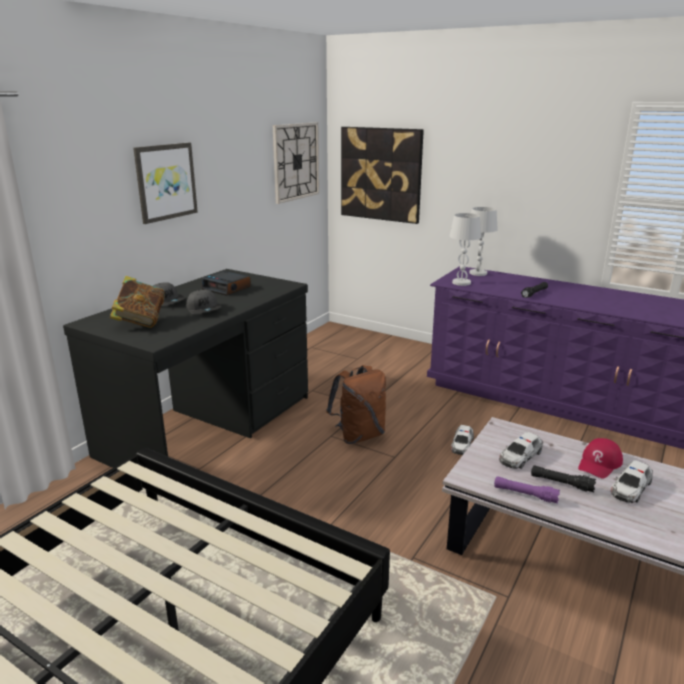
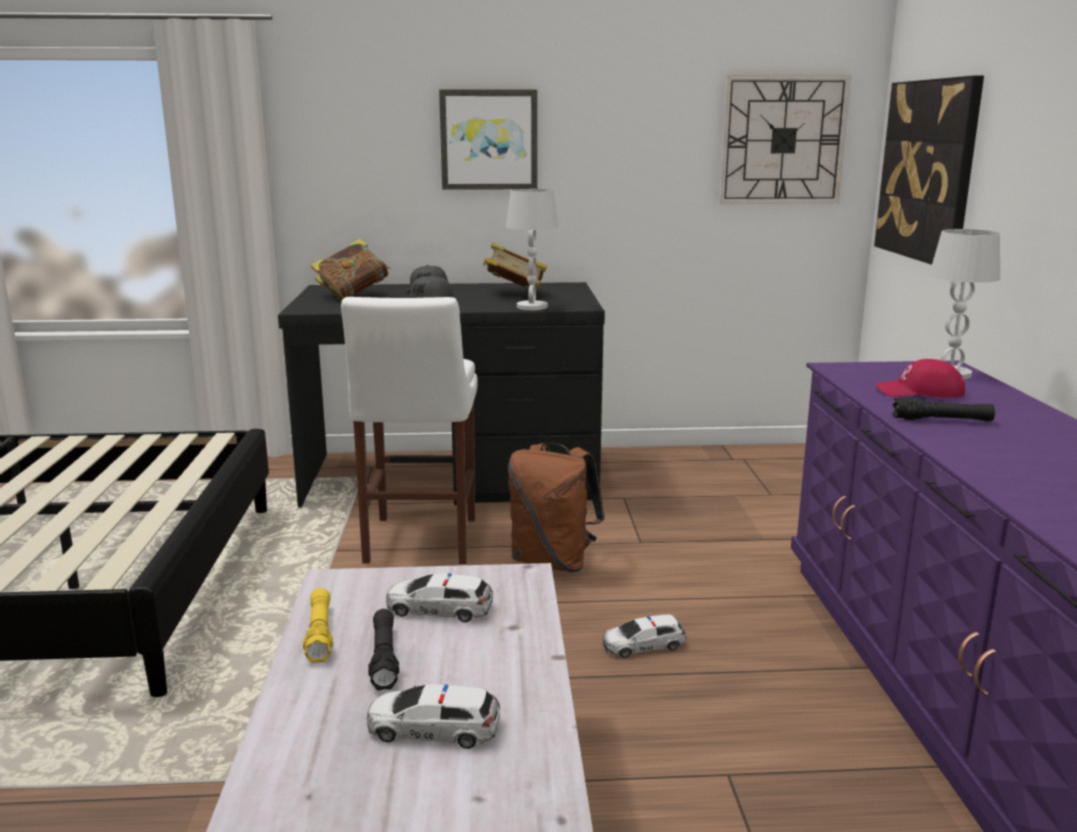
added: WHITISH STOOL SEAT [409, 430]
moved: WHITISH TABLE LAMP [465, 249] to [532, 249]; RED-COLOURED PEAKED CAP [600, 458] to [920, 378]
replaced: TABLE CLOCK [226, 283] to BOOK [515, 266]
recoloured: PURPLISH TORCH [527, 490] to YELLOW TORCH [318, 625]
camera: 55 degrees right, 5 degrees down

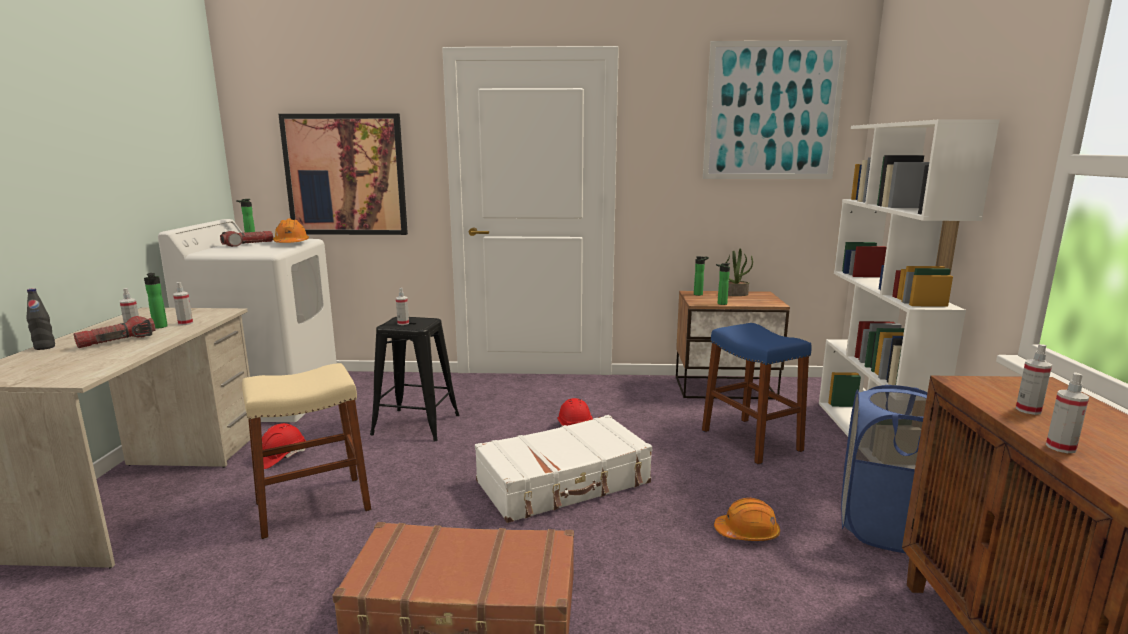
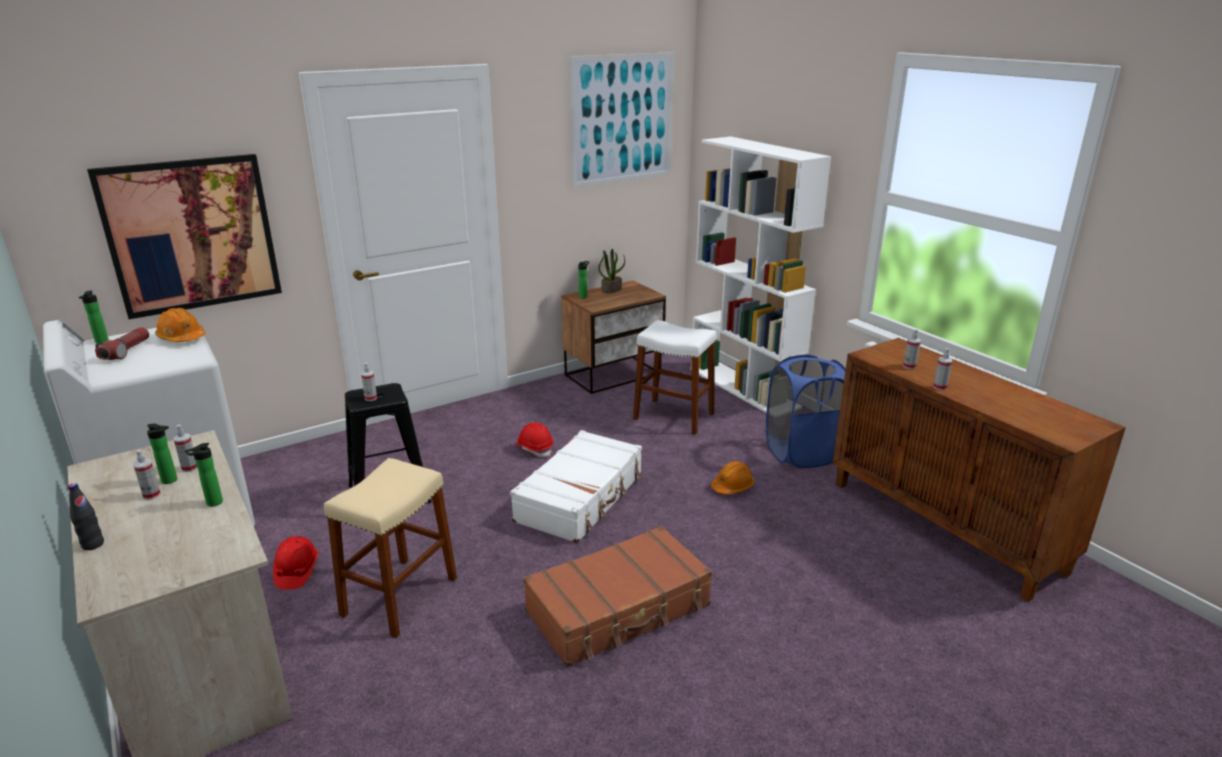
removed: TORCH [115, 332]
moved: BOTTLE [723, 284] to [204, 475]
recoloured: BLUISH STOOL SEAT [757, 393] to WHITISH STOOL SEAT [674, 377]
camera: 35 degrees left, 10 degrees up

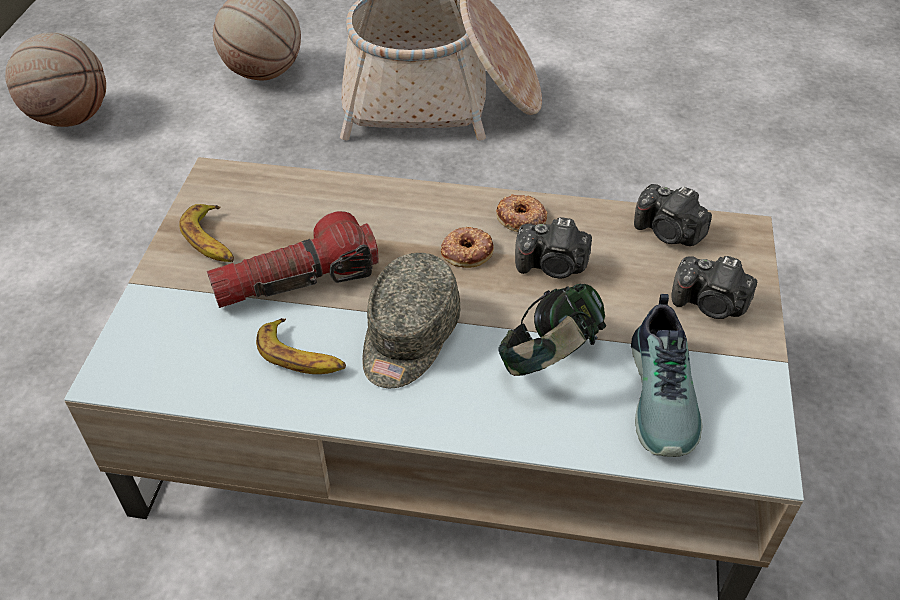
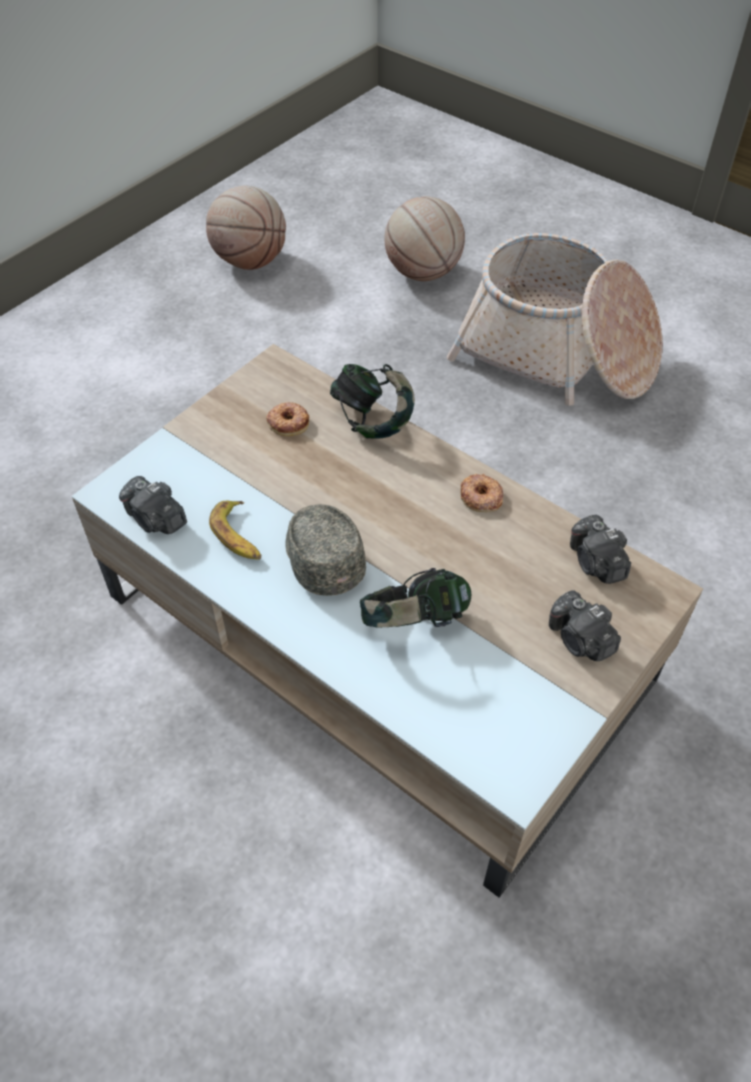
removed: WHOLE BANANA [206, 233]; TORCH [293, 259]; ITEM OF FOOTWEAR [667, 375]
added: HEADSET [372, 401]
moved: PHOTO CAMERA [553, 247] to [153, 505]; RING DOUGHNUT [467, 247] to [288, 419]
turned: GREY PEAKED CAP [411, 320] = [326, 550] 105 degrees clockwise
camera: 30 degrees right, 5 degrees up

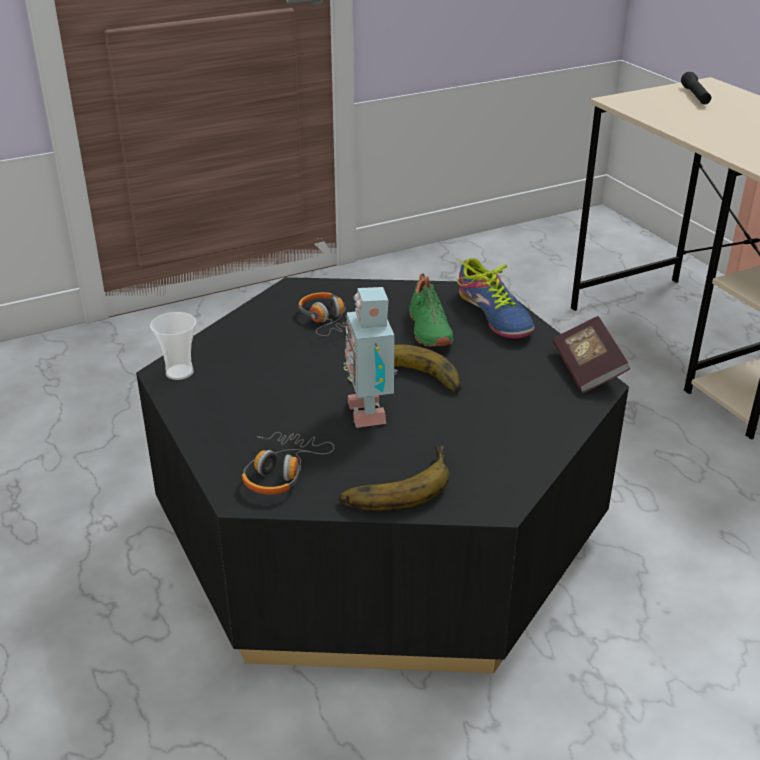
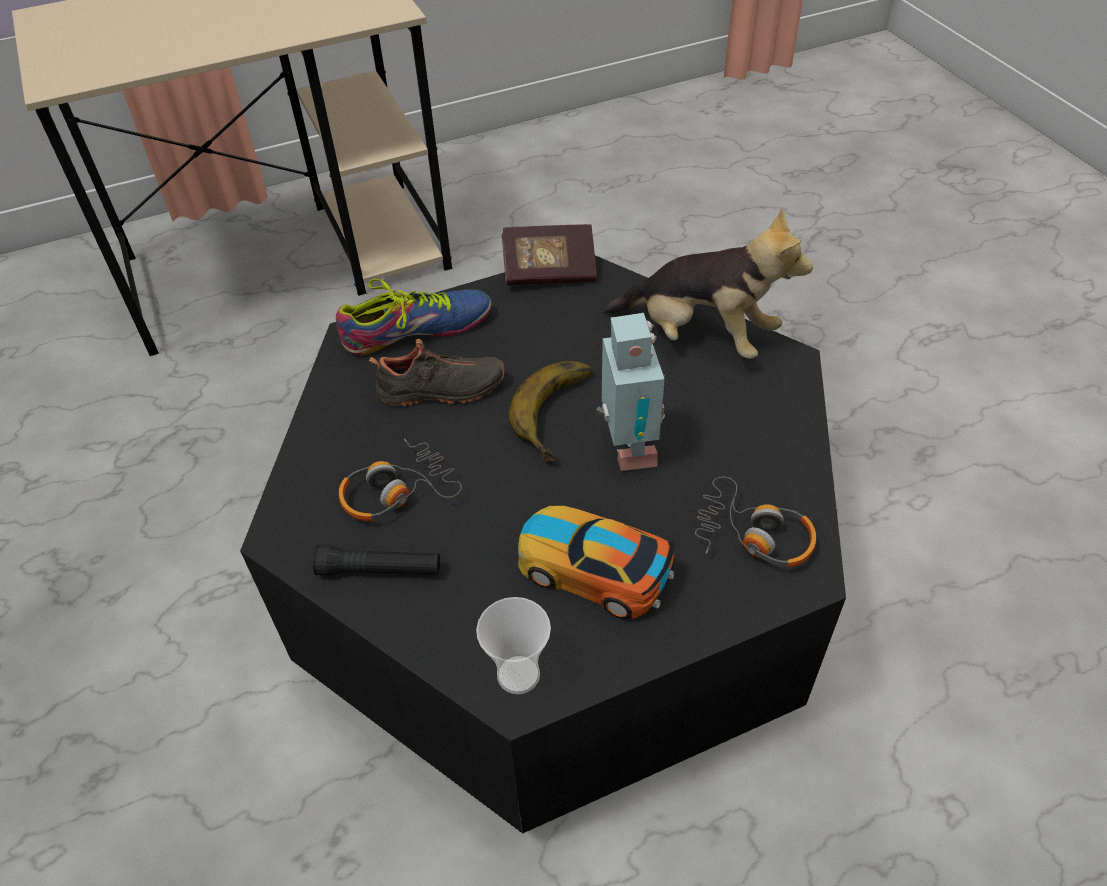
removed: WHOLE BANANA [394, 478]
added: SOFT TOY [708, 283]; MINIATURE CAR [596, 562]
moved: BLACK TORCH [696, 88] to [376, 560]
recoloured: GREENISH ITEM OF FOOTWEAR [431, 310] to BLACK ITEM OF FOOTWEAR [437, 372]
turned: ROBOT FIGURE [370, 357] = [630, 392] 90 degrees counterclockwise
camera: 85 degrees left, 15 degrees up

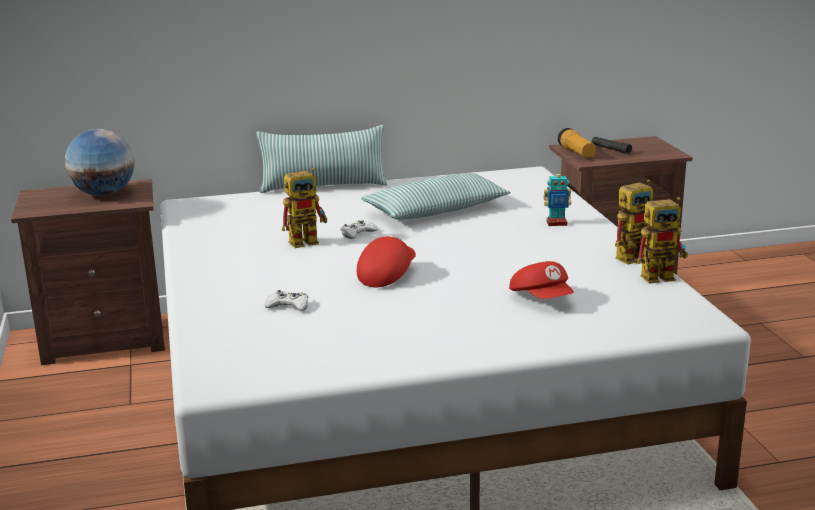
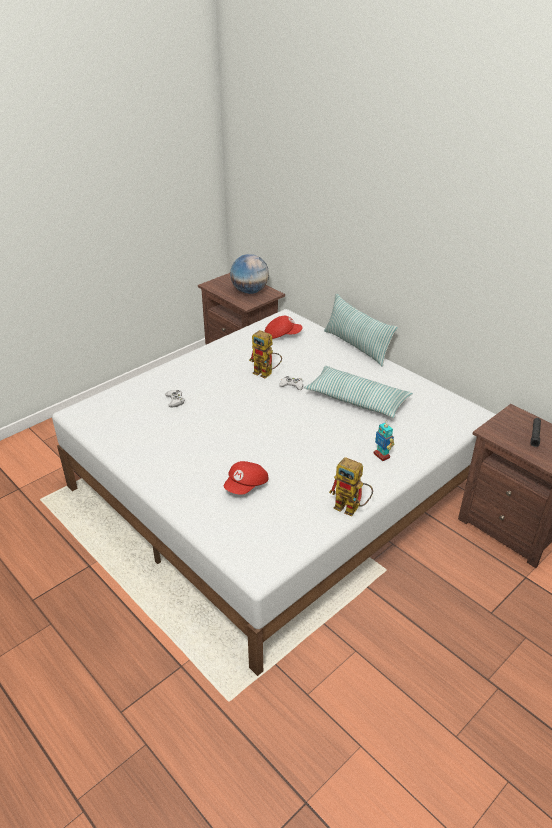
removed: TORCH [577, 143]; ROBOT FIGURE [662, 240]
moved: RED-COLOURED PEAKED CAP [386, 261] to [284, 327]
camera: 60 degrees right, 15 degrees up

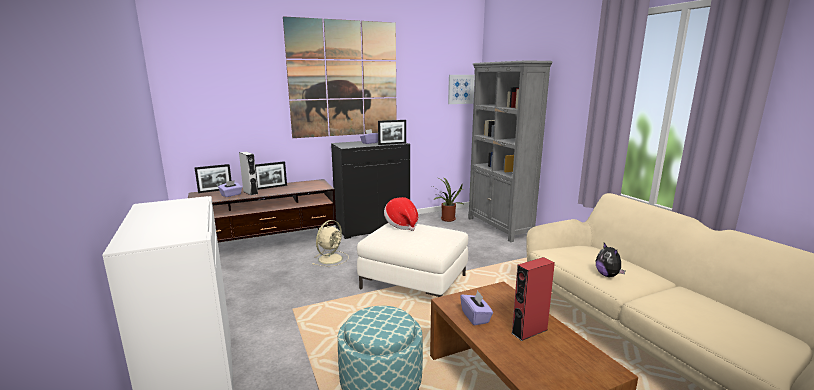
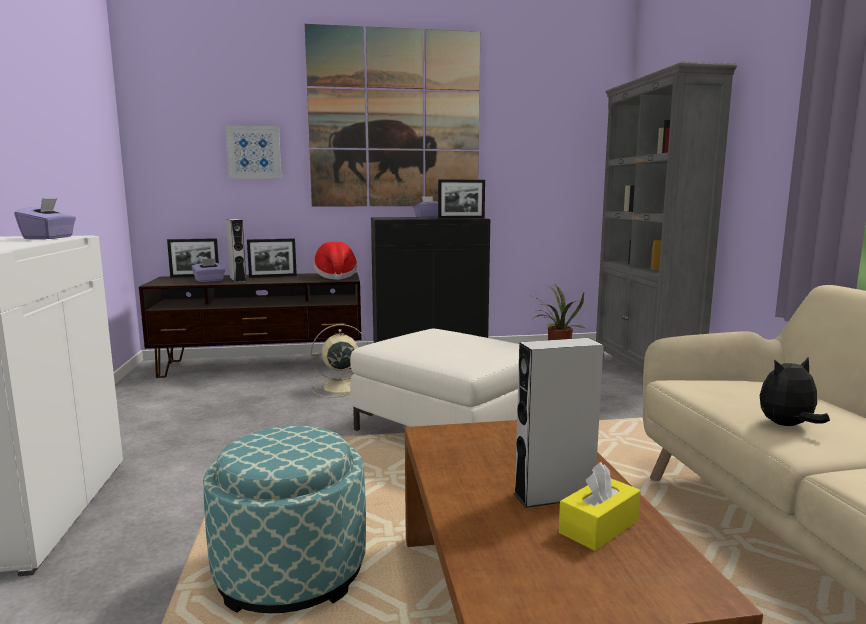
added: YELLOW BOX OF TISSUES [600, 506]
moved: WALL ART [461, 89] to [253, 152]; WEARABLE HAT [401, 214] to [335, 261]; PURPLISH BOX OF TISSUES [476, 308] to [45, 218]
recoloured: RED-COLOURED SPEAKER [533, 299] to GREY SPEAKER [558, 423]
turned: SAND-COLOURED COOLING FAN [331, 243] = [339, 361] 150 degrees counterclockwise; SOFT TOY [610, 260] = [795, 392] 75 degrees clockwise
camera: 15 degrees right, 5 degrees down

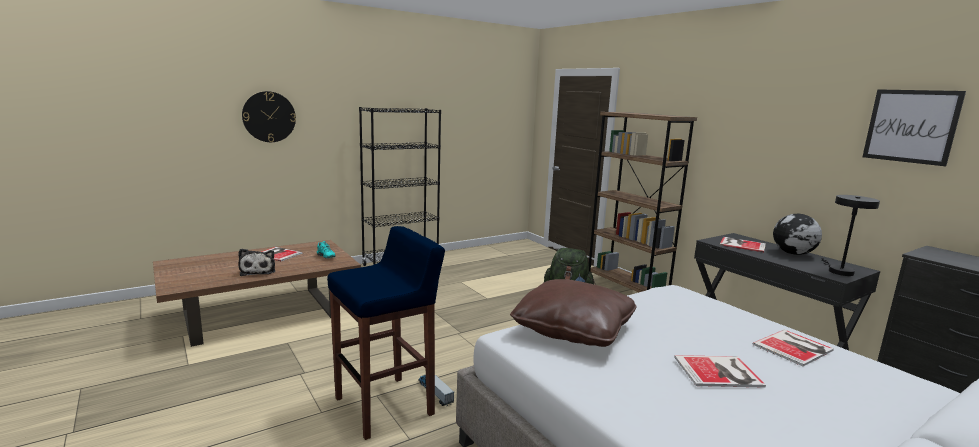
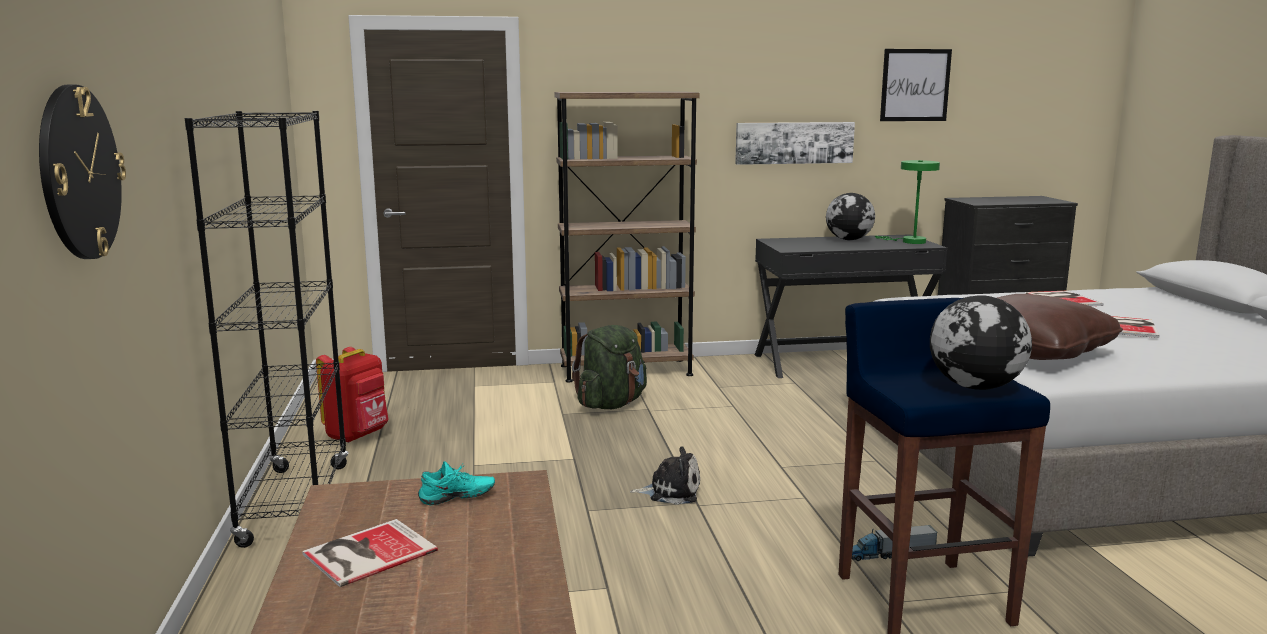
removed: BOOK [743, 244]
added: WALL ART [795, 143]; GLOBE [981, 342]; RED-COLOURED BACKPACK [352, 395]
moved: SOFT TOY [256, 262] to [665, 475]
recoloured: BLACK TABLE LAMP [850, 235] to GREENISH TABLE LAMP [907, 202]
camera: 65 degrees left, 0 degrees up

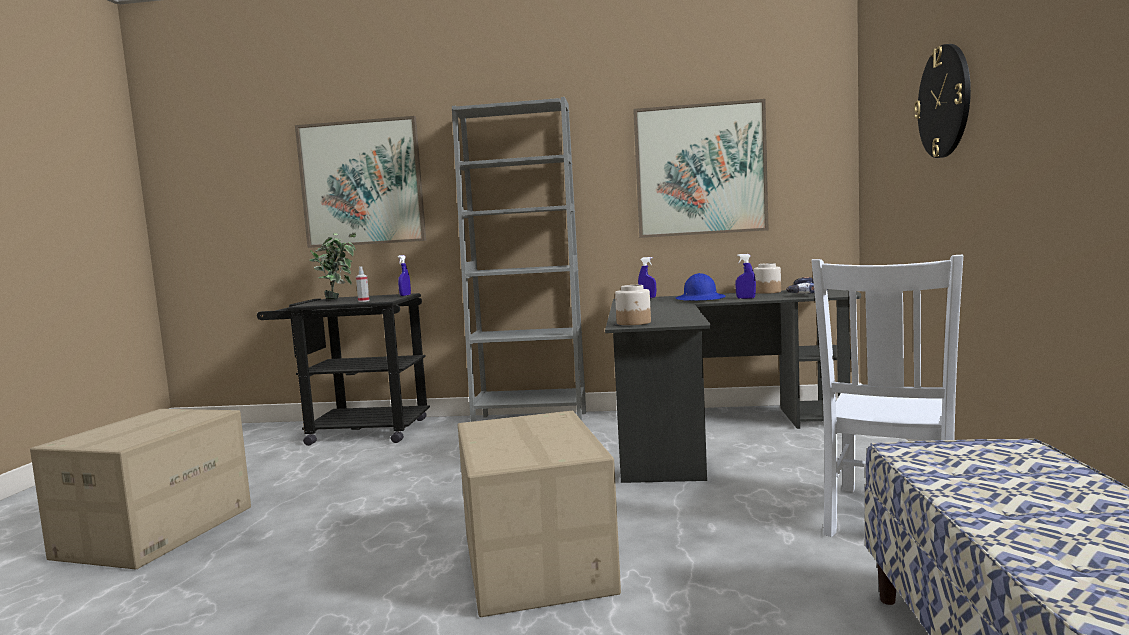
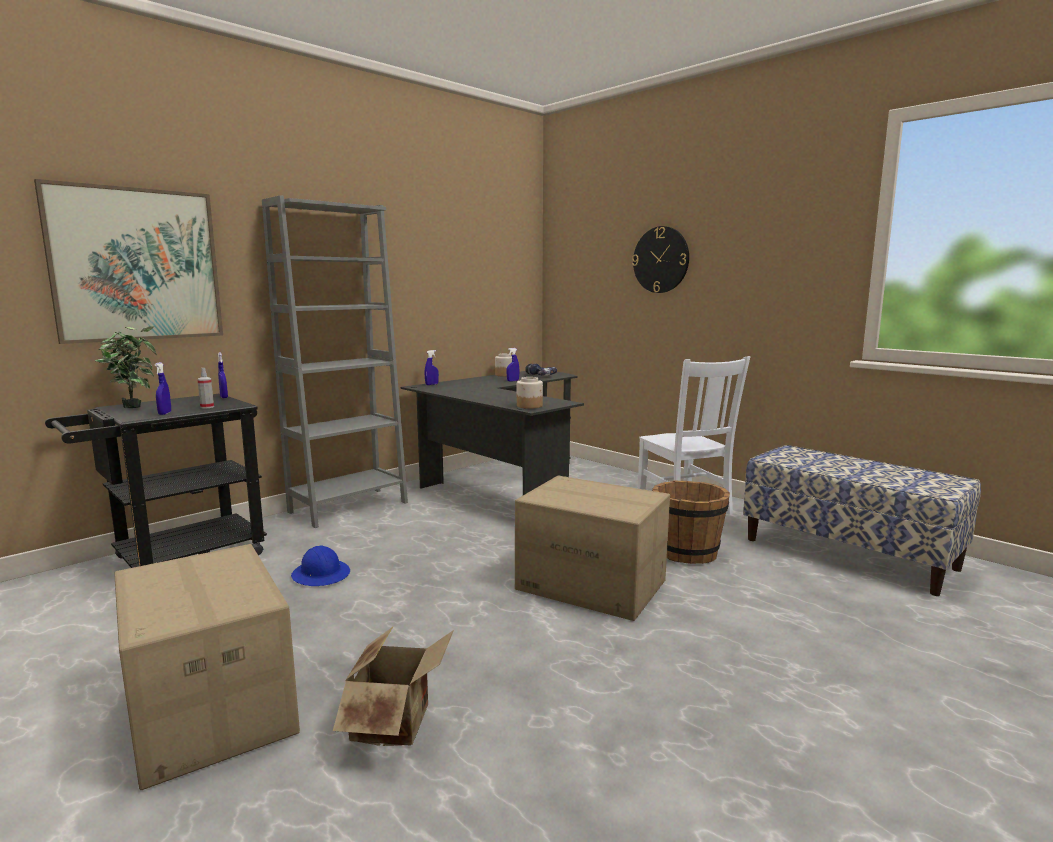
removed: WALL ART [701, 168]
added: BLUISH HAND SPRAYER [162, 388]; BROWN-COLOURED BUCKET [691, 522]; CARDBOARD BOX [393, 686]
moved: BLUISH WORK HELMET [700, 287] to [320, 565]
camera: 50 degrees left, 5 degrees up

